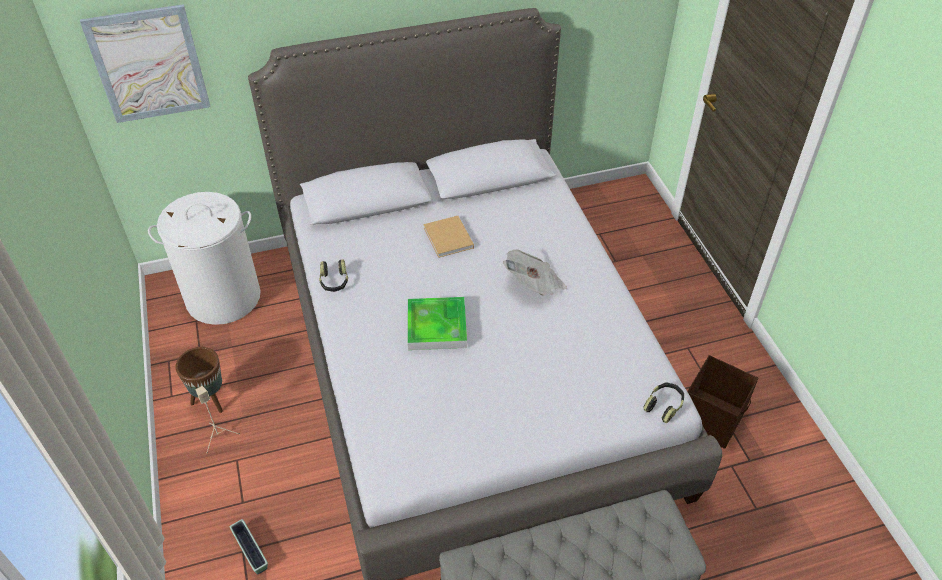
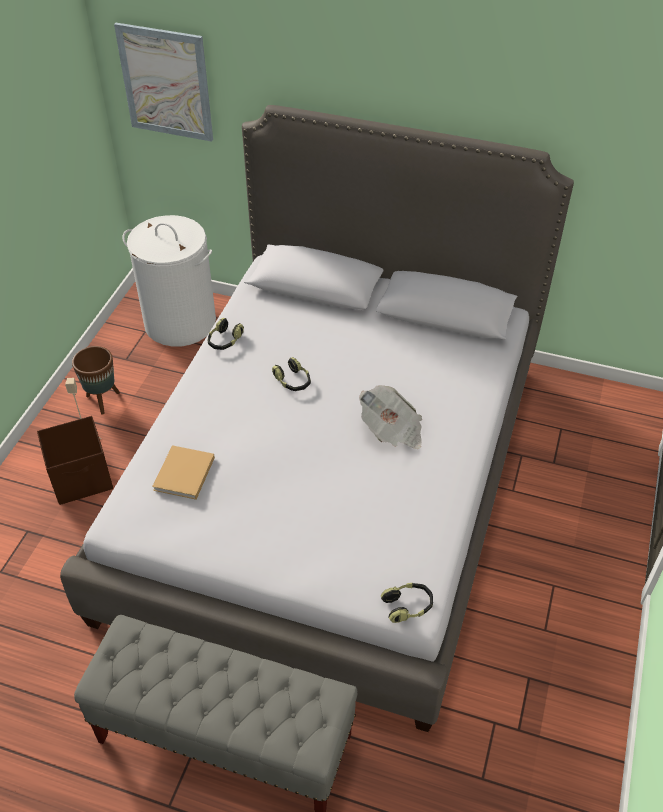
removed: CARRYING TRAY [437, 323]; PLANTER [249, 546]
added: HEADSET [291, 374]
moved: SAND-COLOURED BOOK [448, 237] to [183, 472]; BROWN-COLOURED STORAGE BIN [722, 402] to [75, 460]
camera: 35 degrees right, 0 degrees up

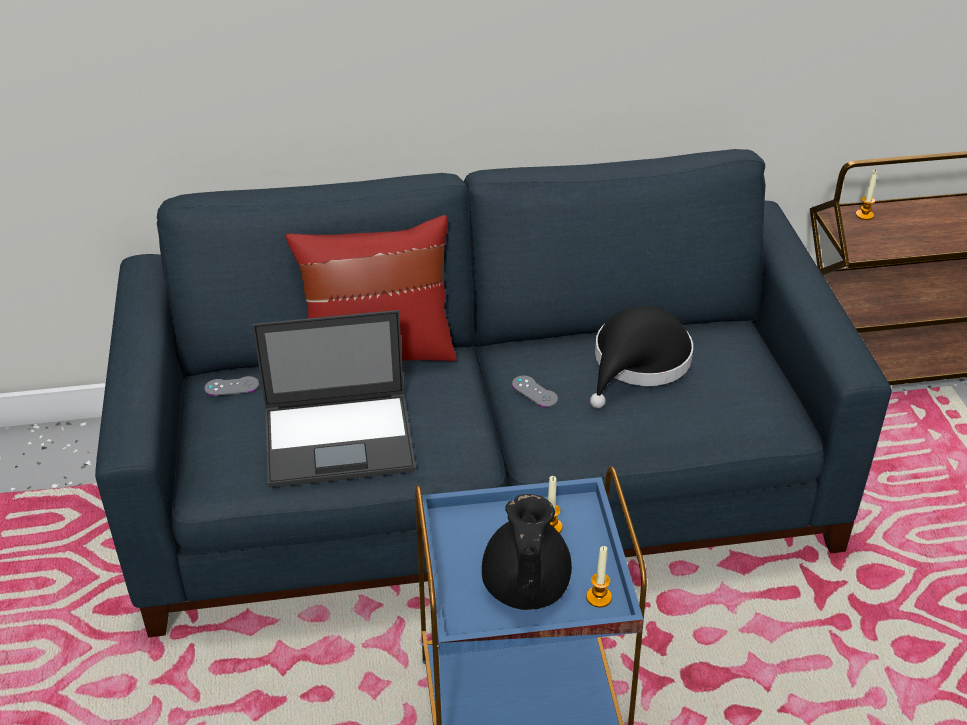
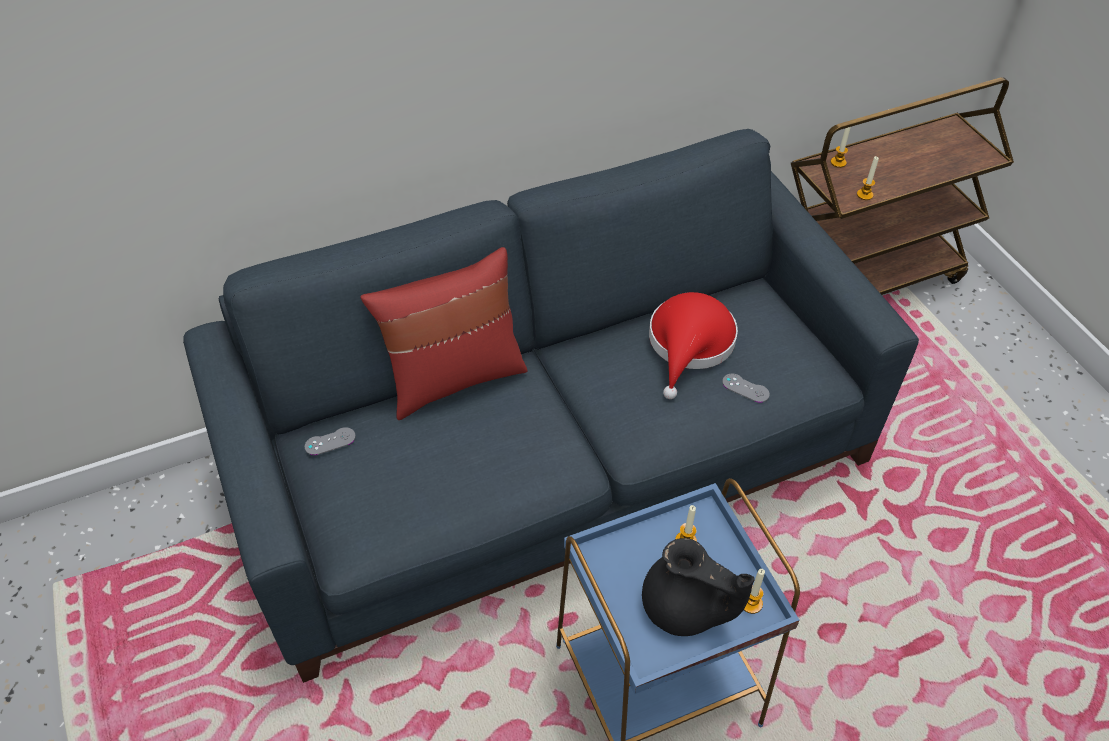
removed: PORTABLE COMPUTER [334, 399]
added: WAX CANDLE [868, 178]
moved: GREY GAME CONTROLLER [535, 391] to [746, 388]
recoloured: BLACK WEARABLE HAT [641, 357] to RED-COLOURED WEARABLE HAT [693, 345]
turned: BLACK TEAPOT [527, 552] = [698, 587] 45 degrees counterclockwise
camera: 15 degrees left, 10 degrees up

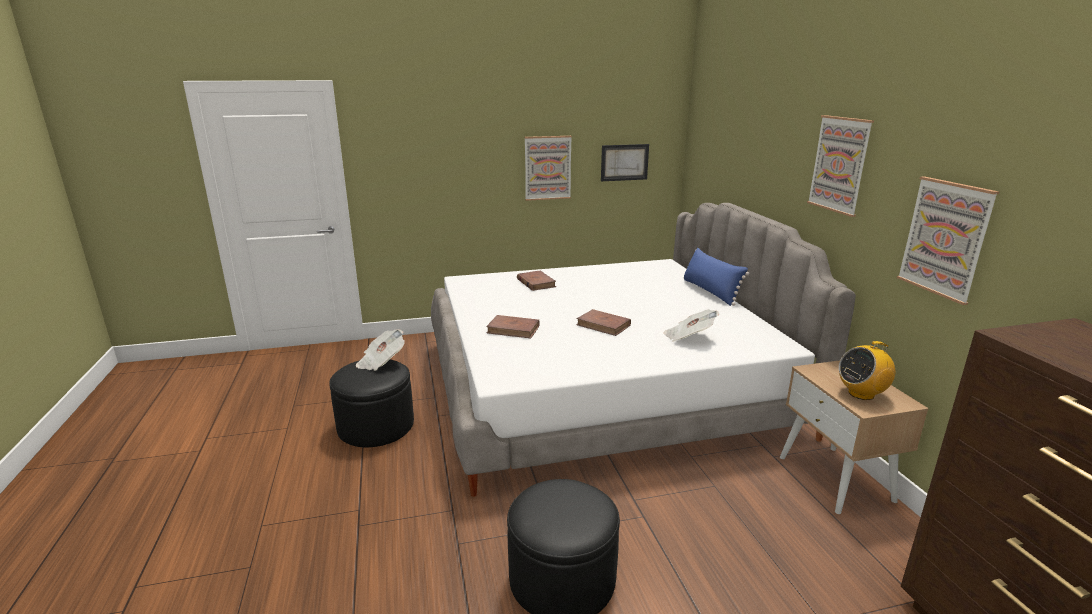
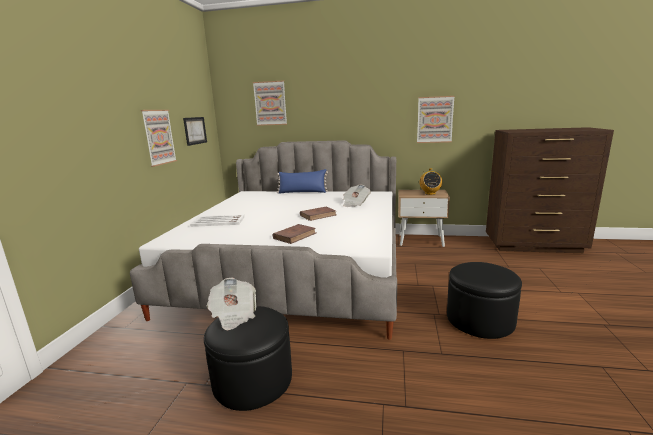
moved: WALL ART [840, 166] to [270, 103]
replaced: BROWN-COLOURED BOOK [536, 281] to WHITISH CARRYING TRAY [217, 220]
camera: 65 degrees left, 5 degrees down

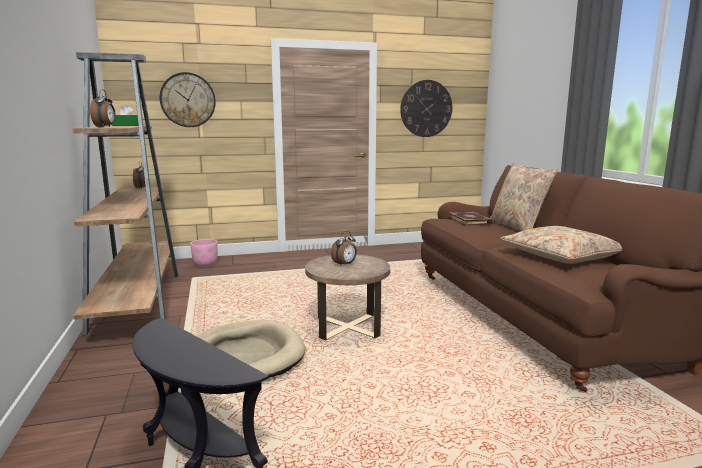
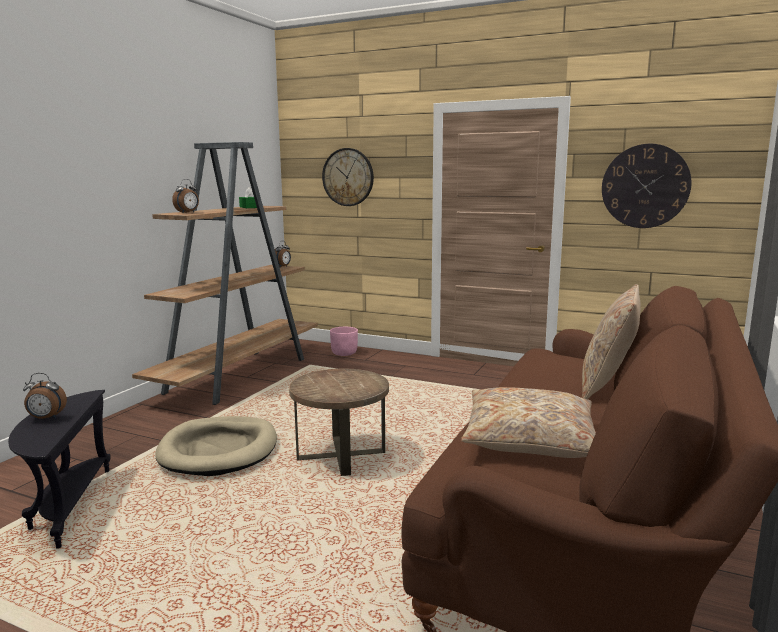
removed: BOOK [470, 219]
moved: TABLE CLOCK [344, 248] to [45, 396]
camera: 40 degrees right, 0 degrees up

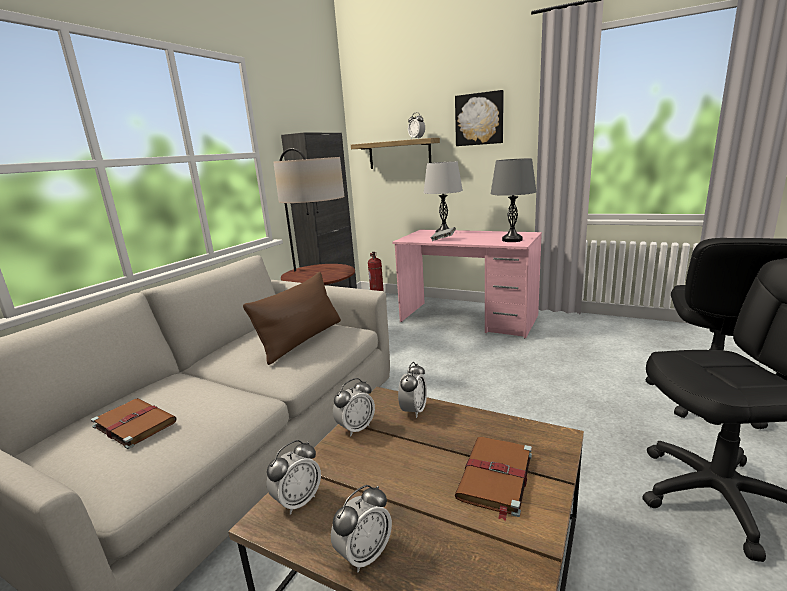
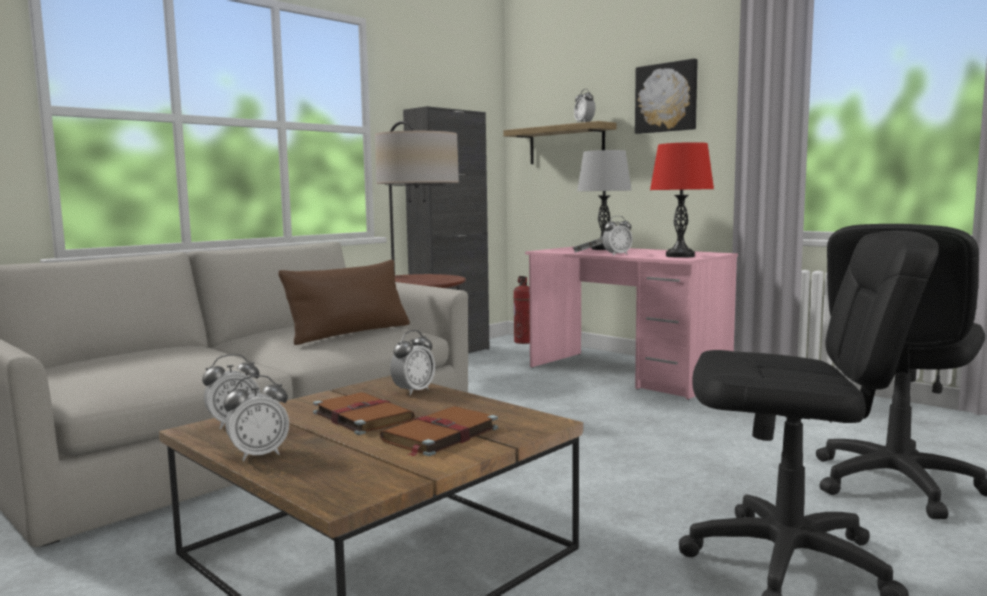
moved: TABLE CLOCK [354, 407] to [617, 236]; BROWN-COLOURED BOOK [134, 423] to [364, 413]
recoloured: GREY TABLE LAMP [513, 200] to RED-COLOURED TABLE LAMP [682, 200]
camera: 15 degrees right, 10 degrees down

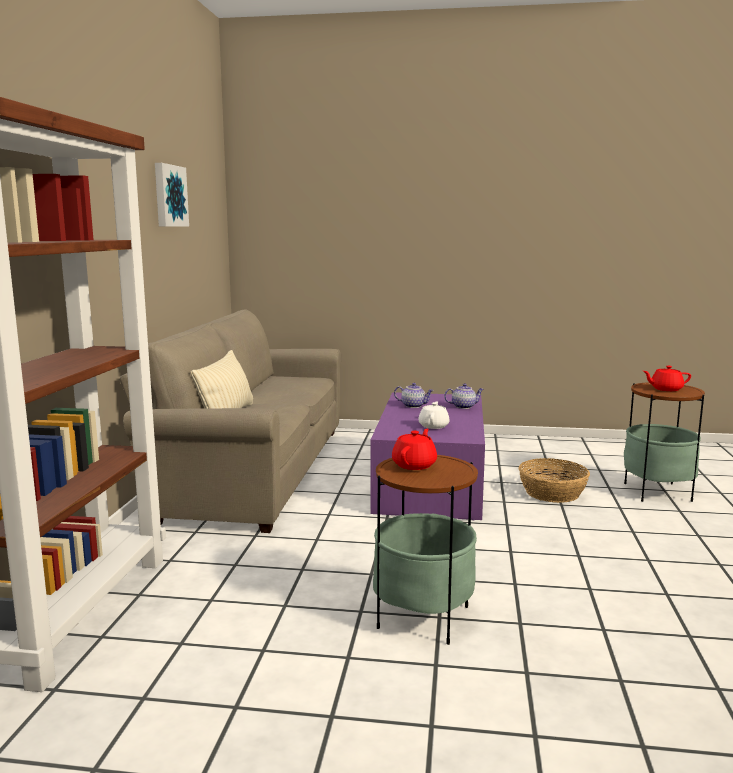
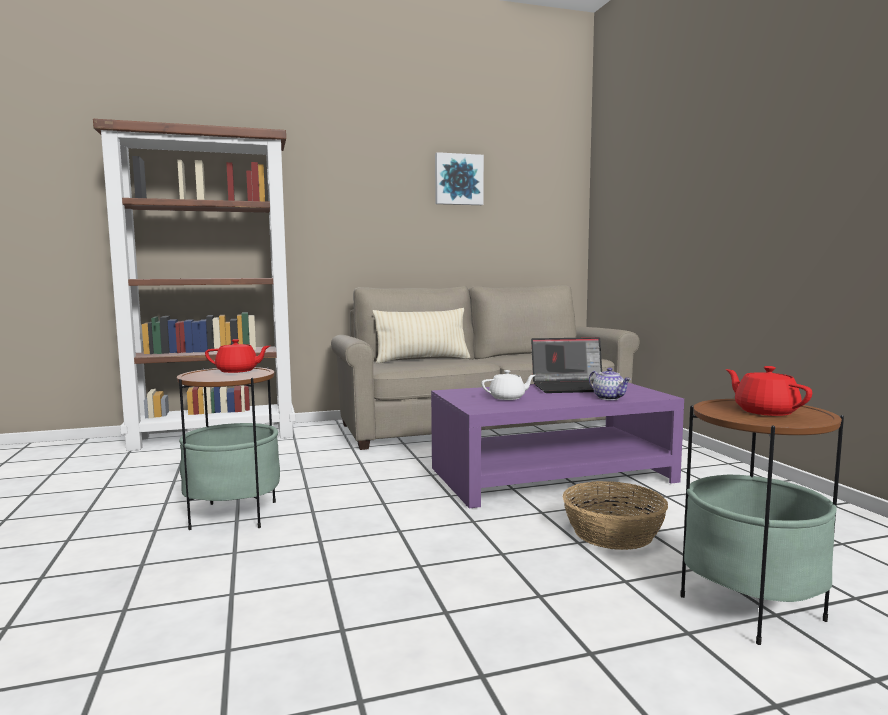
replaced: TEAPOT [414, 395] to PORTABLE COMPUTER [566, 365]
camera: 65 degrees right, 5 degrees down

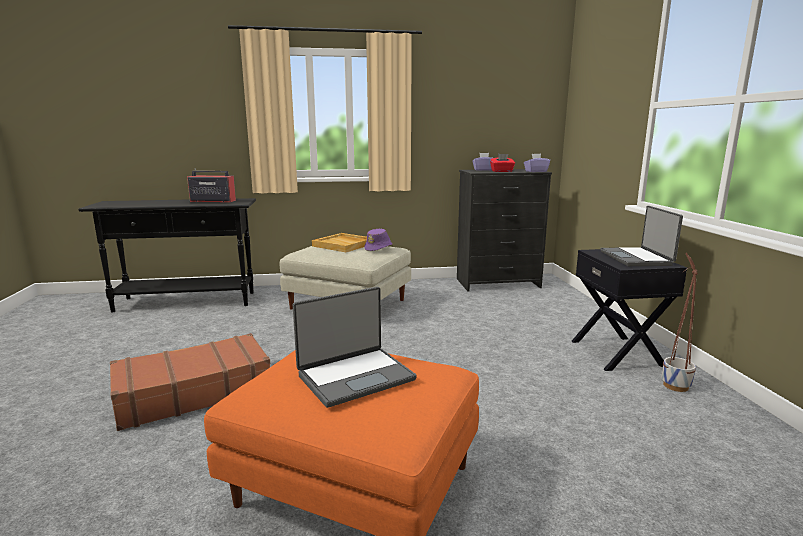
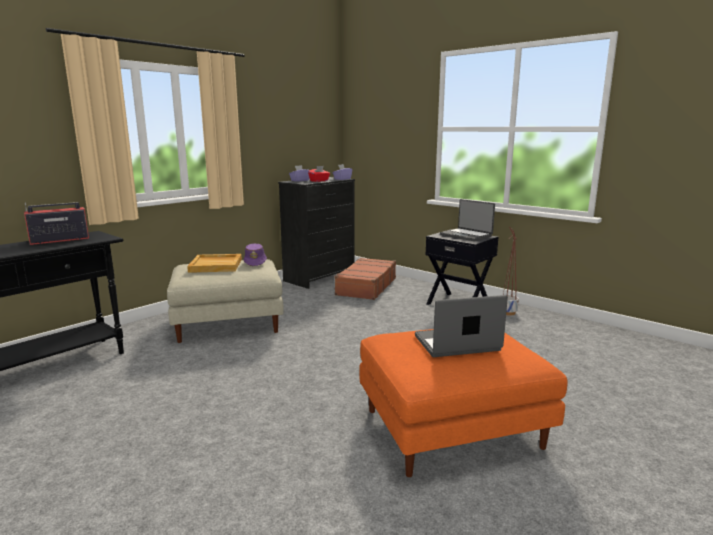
moved: BROWN-COLOURED PIECE OF LUGGAGE [190, 382] to [365, 279]
turned: PORTABLE COMPUTER [355, 347] = [461, 326] 120 degrees counterclockwise
camera: 40 degrees left, 0 degrees up

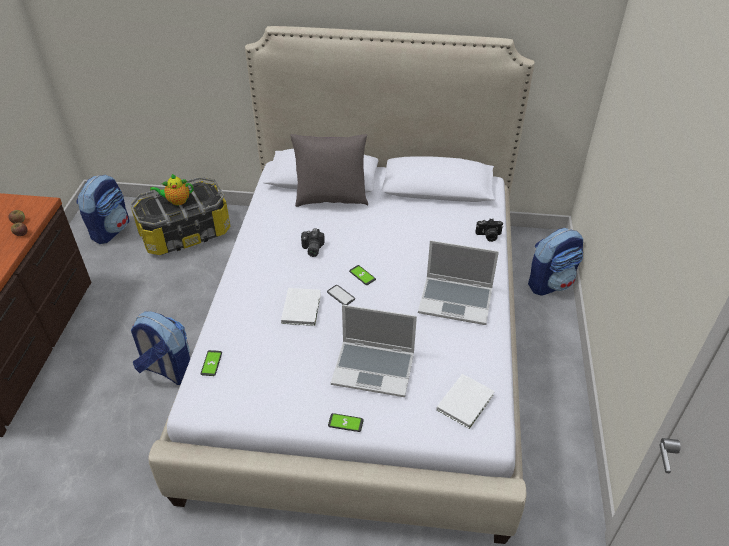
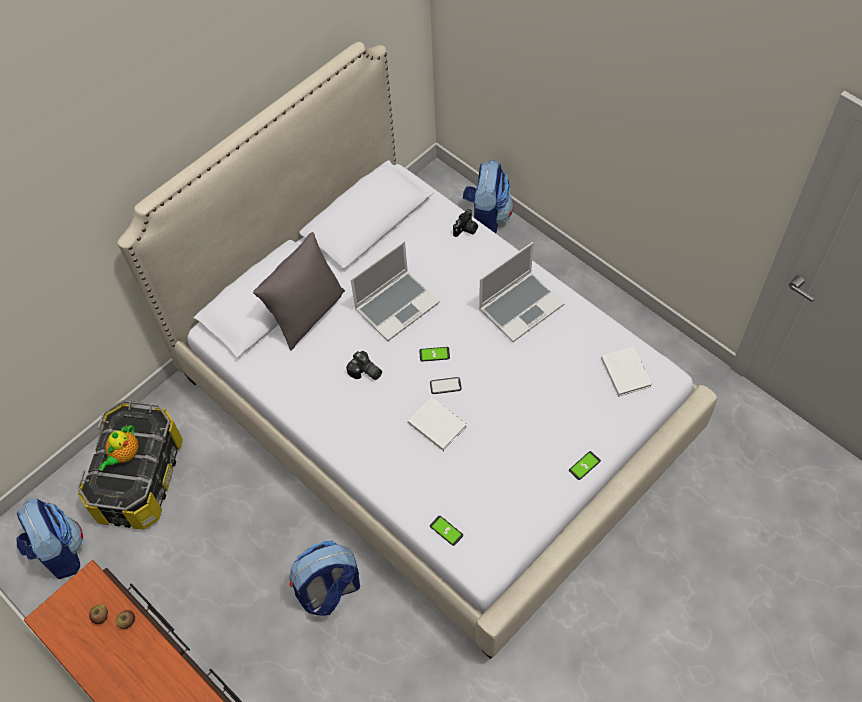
moved: PORTABLE COMPUTER [374, 351] to [395, 291]
camera: 50 degrees left, 15 degrees up

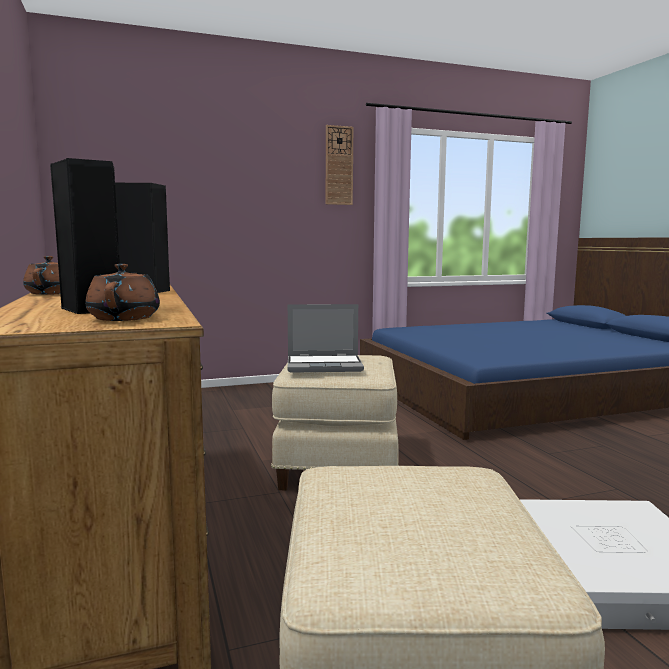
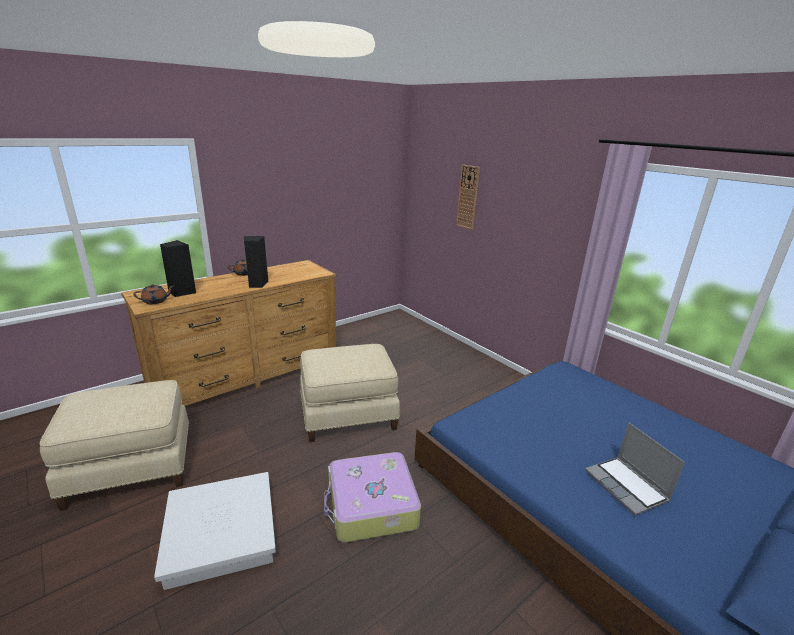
added: PIECE OF LUGGAGE [372, 497]
moved: WALL CLOCK [339, 165] to [468, 197]; PORTABLE COMPUTER [326, 338] to [635, 468]
camera: 70 degrees right, 15 degrees up

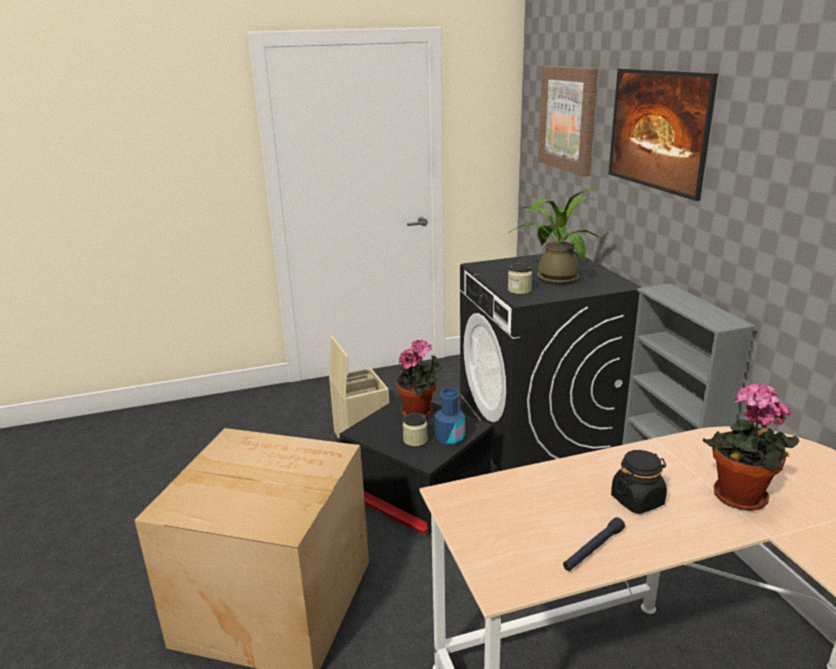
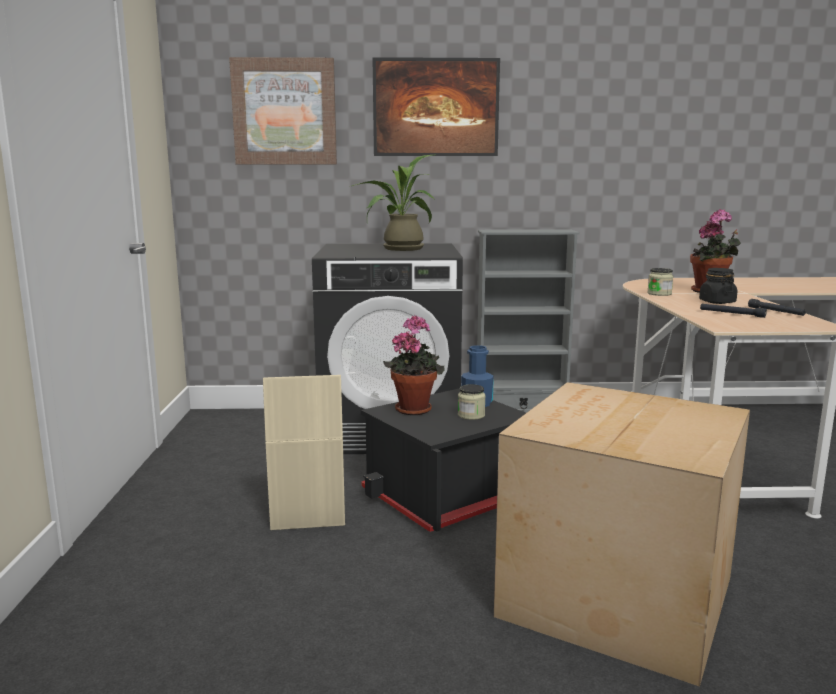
added: BLACK TORCH [733, 311]
moved: JAR [520, 278] to [660, 282]
camera: 75 degrees left, 10 degrees down

